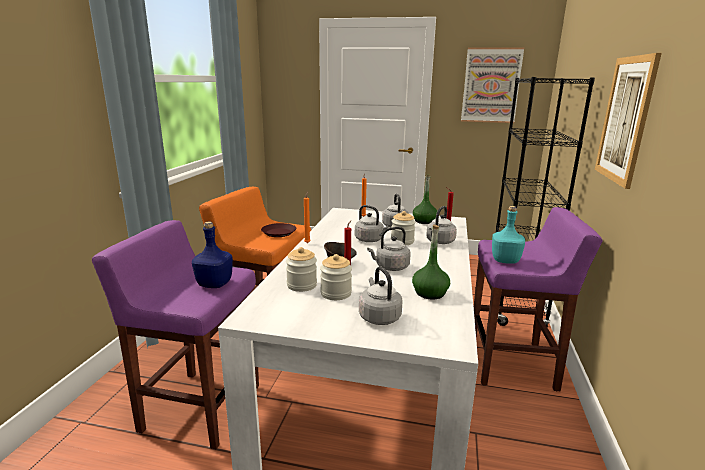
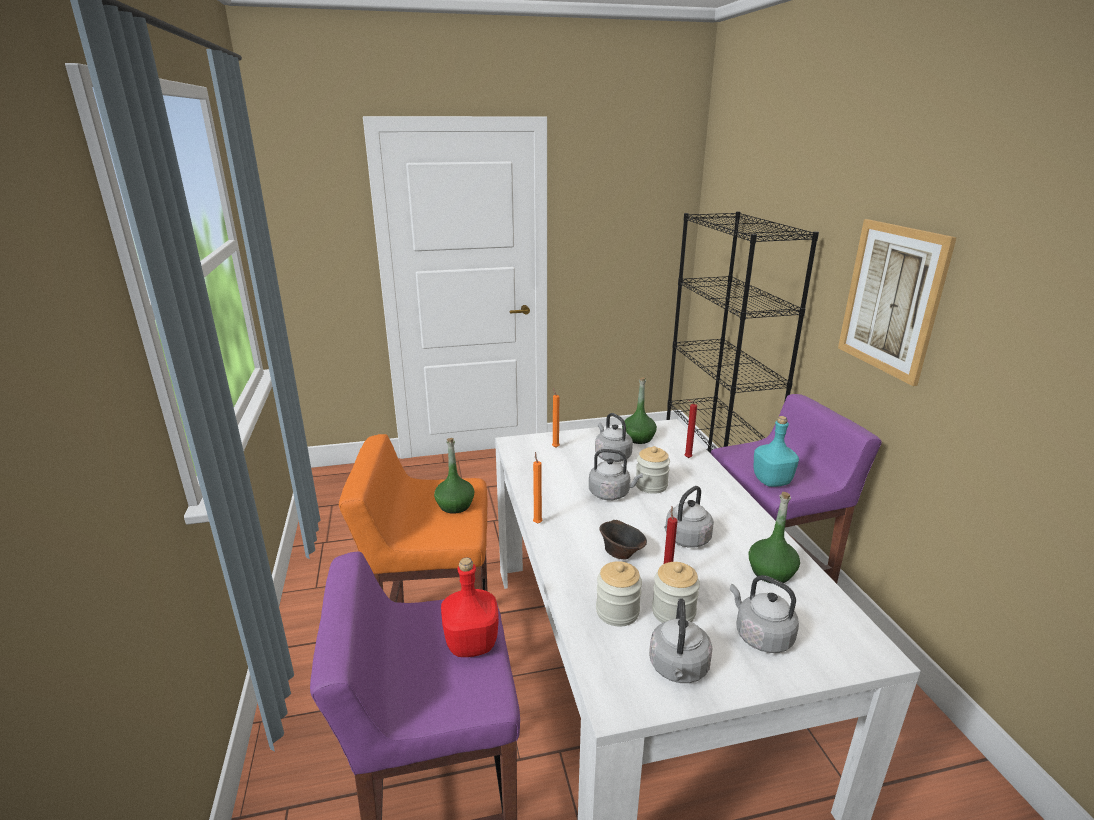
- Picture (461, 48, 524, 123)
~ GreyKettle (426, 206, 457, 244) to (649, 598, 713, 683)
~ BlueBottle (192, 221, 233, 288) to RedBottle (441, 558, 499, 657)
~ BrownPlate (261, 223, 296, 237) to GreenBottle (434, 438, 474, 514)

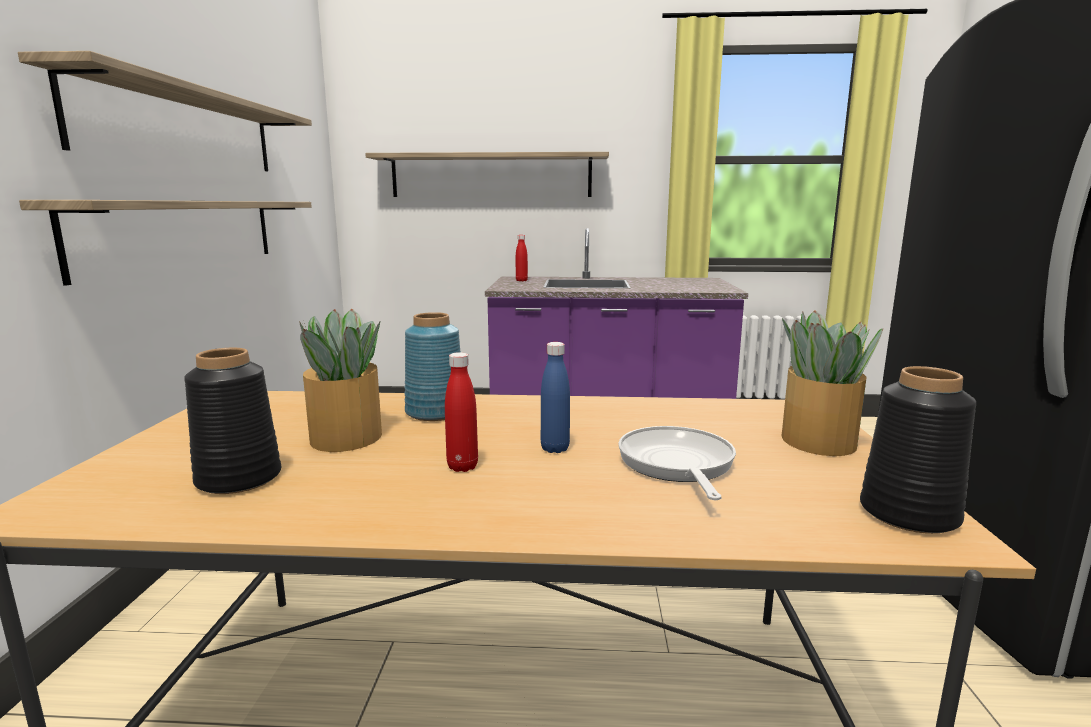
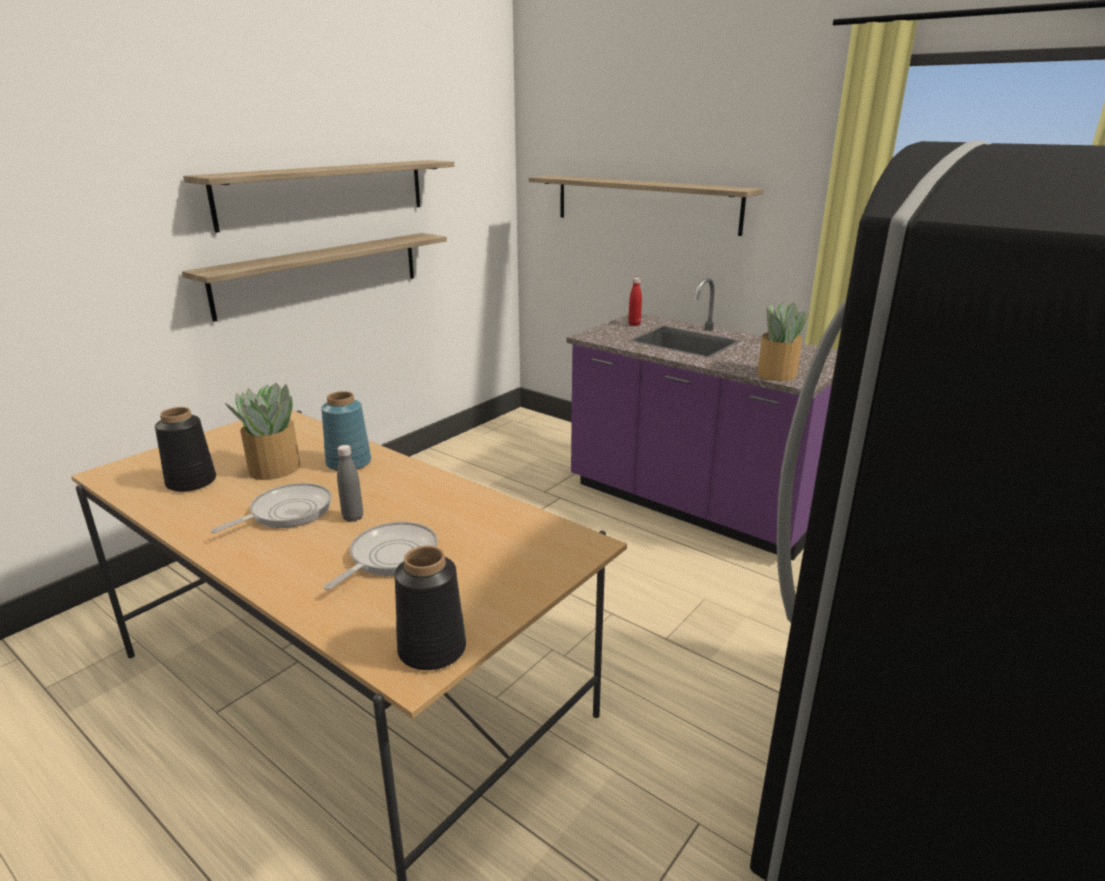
~ PottedPlant (782, 310, 883, 456) to (757, 302, 810, 381)
~ BlueBottle (541, 342, 570, 453) to GreyBottle (337, 445, 363, 522)
~ RedBottle (445, 352, 478, 472) to FryingPan (210, 483, 332, 533)

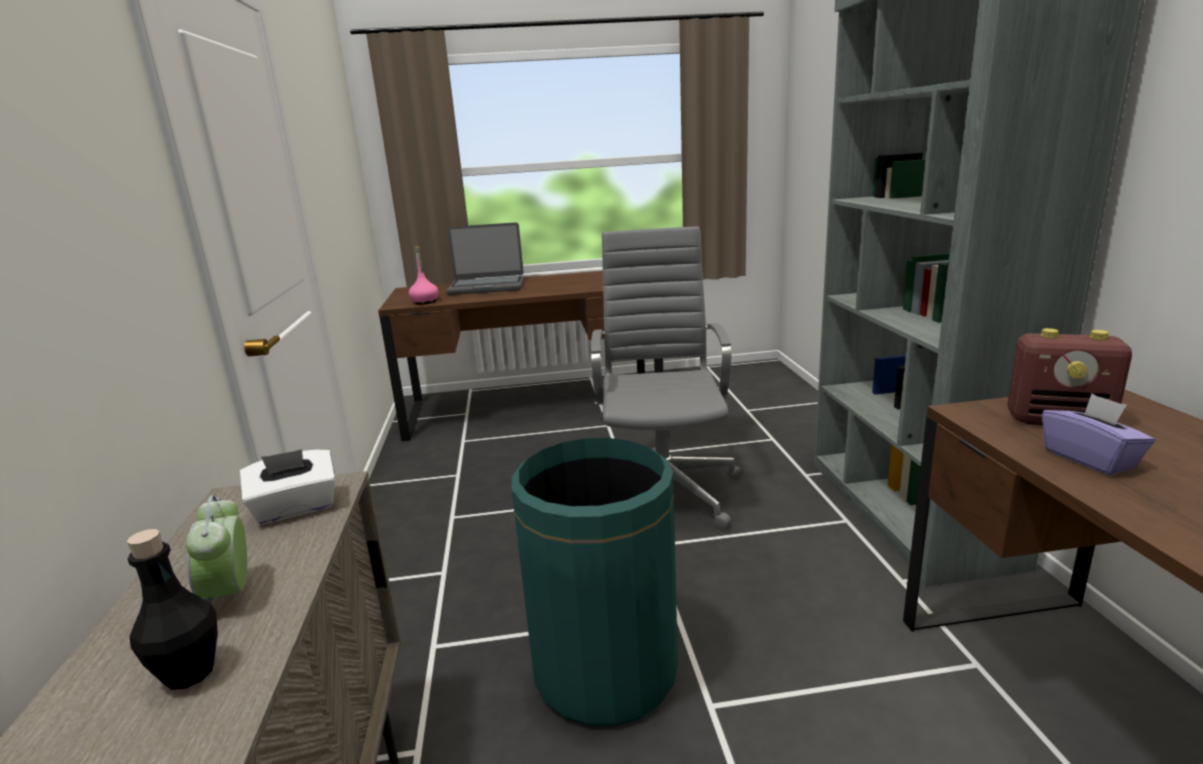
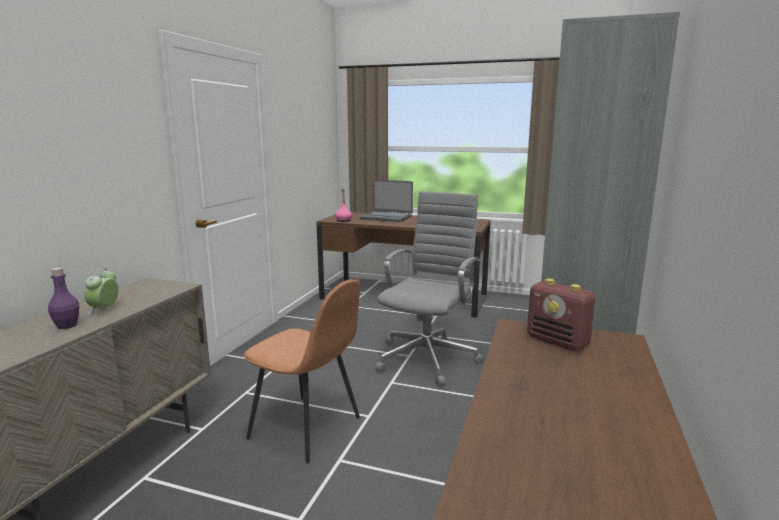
- PurpleTissueBox (1042, 394, 1155, 475)
~ GreenTrashCan (512, 438, 678, 727) to BrownChair (244, 279, 360, 464)
- WhiteTissueBox (240, 449, 336, 525)
~ BlackBottle (127, 529, 218, 690) to PurpleBottle (48, 268, 79, 329)

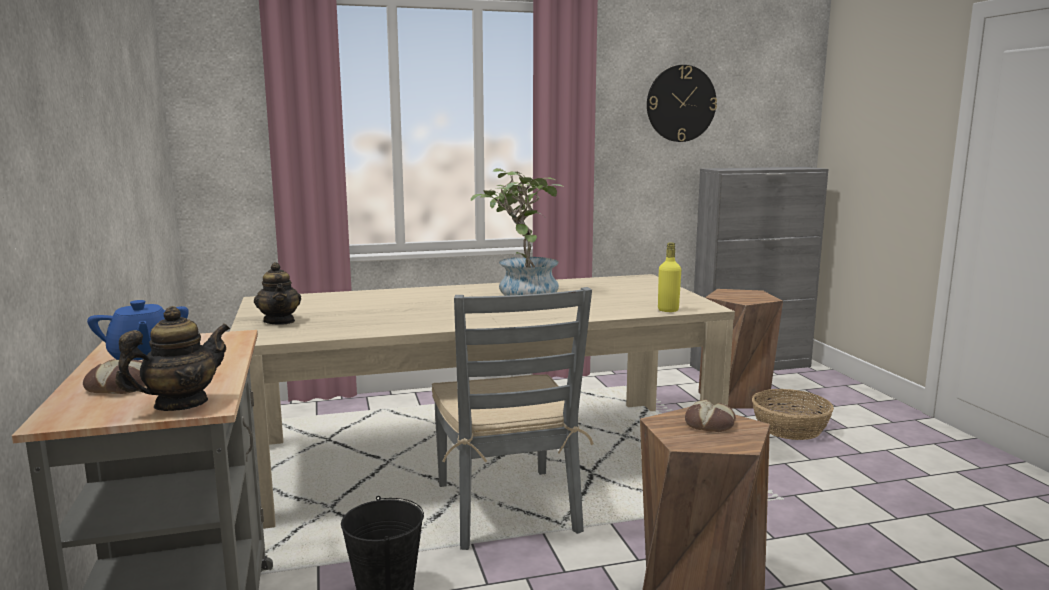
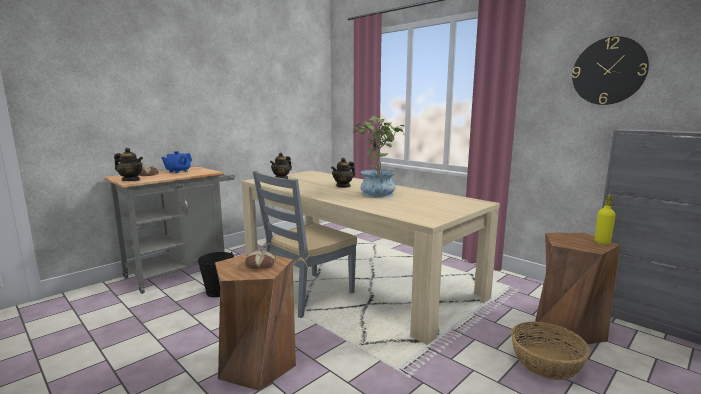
~ YellowBottle (658, 242, 681, 312) to (595, 195, 616, 244)
+ Teapot (331, 158, 355, 188)

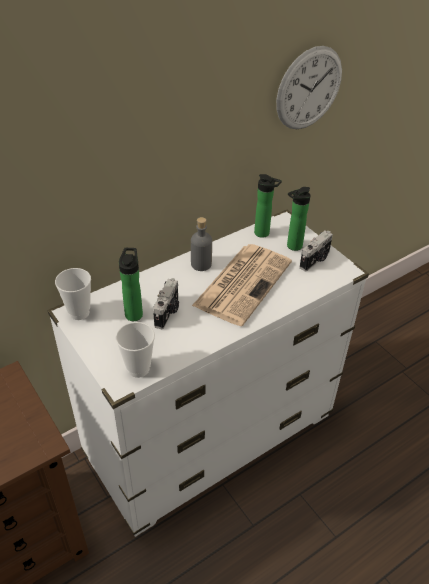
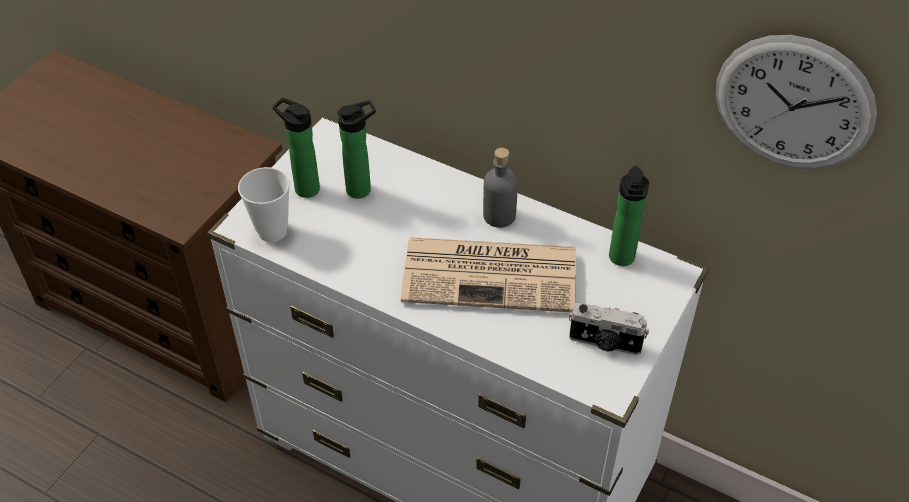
~ Bottle (287, 187, 310, 251) to (273, 98, 320, 198)
- Cup (55, 268, 91, 320)
- PhotoCamera (153, 278, 179, 329)

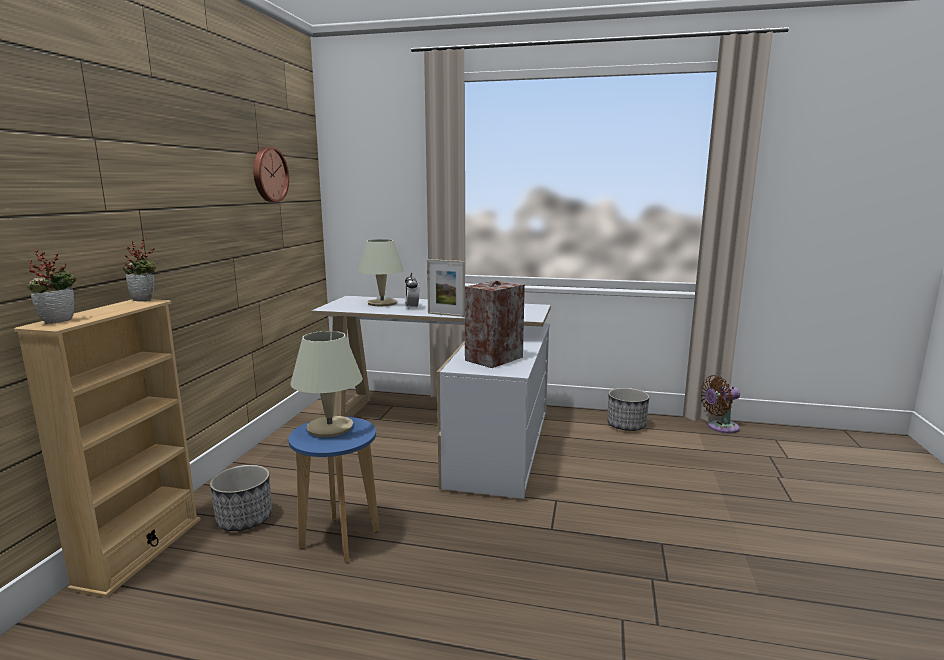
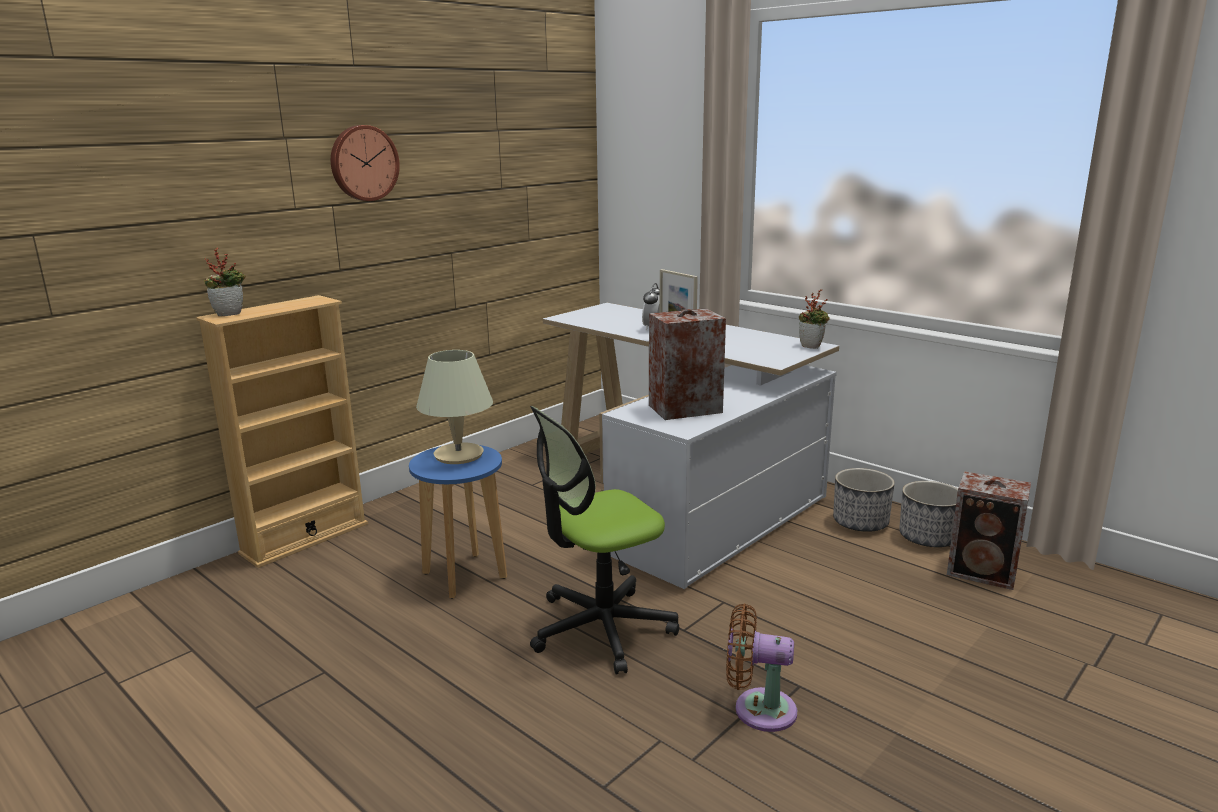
~ WallClock (253, 147, 289, 202) to (331, 125, 400, 201)
~ PottedPlant (123, 238, 157, 302) to (799, 289, 830, 349)
- BeigeTableLamp (358, 239, 404, 306)
~ BrownFan (701, 375, 740, 433) to (726, 604, 797, 732)
~ Planter (210, 465, 272, 531) to (833, 468, 895, 532)
+ OfficeChair (530, 406, 679, 675)
+ Speaker (947, 471, 1031, 590)

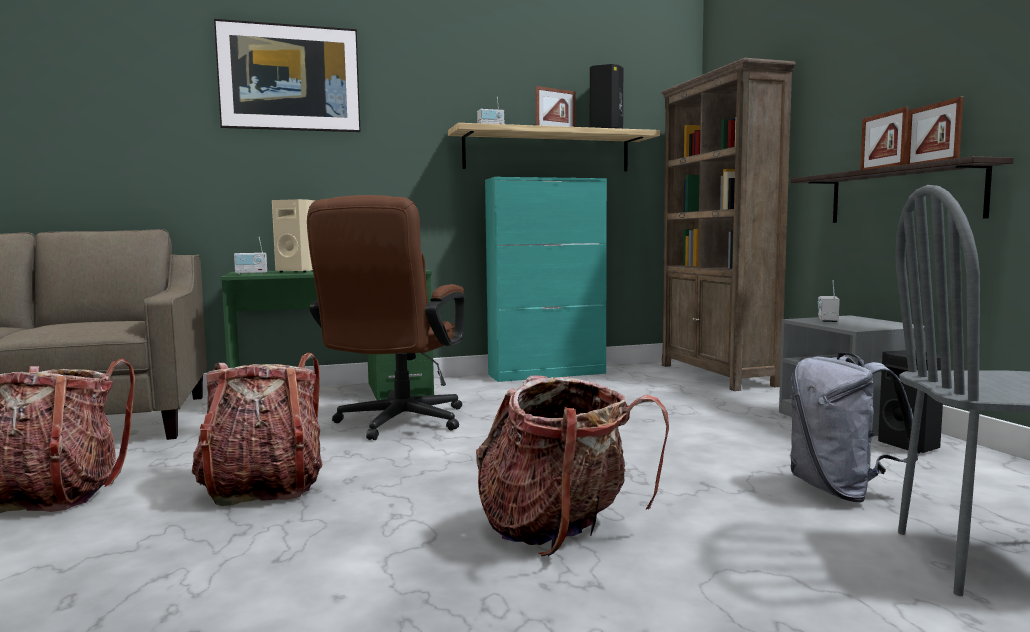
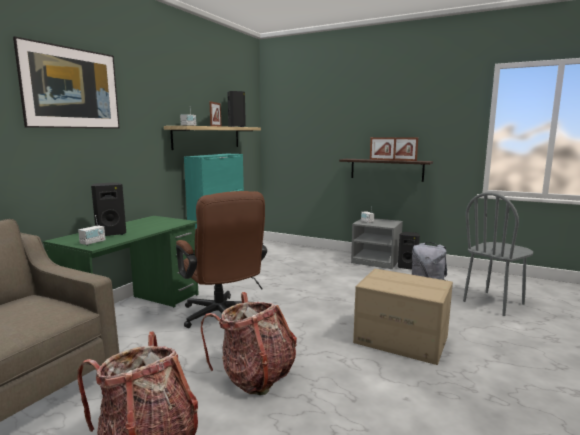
- BrownBookcase (661, 58, 796, 391)
~ BeigeSpeaker (272, 199, 315, 273) to BlackSpeaker (91, 183, 126, 236)
~ Backpack (476, 375, 669, 557) to CardboardBox (353, 269, 453, 365)

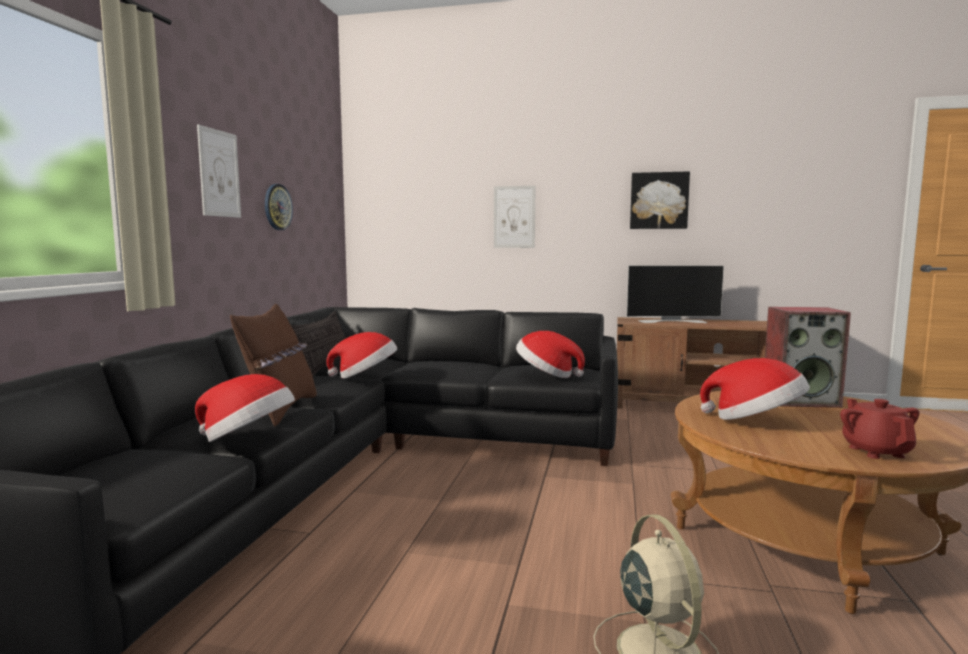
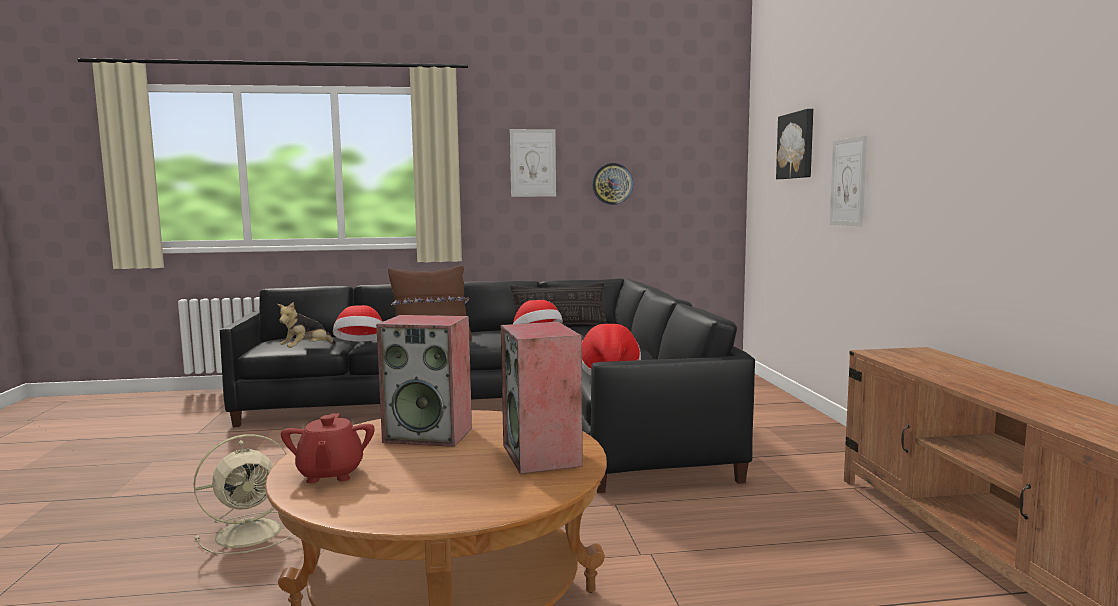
~ Picture (630, 171, 690, 229) to (776, 109, 813, 179)
- Television (627, 265, 724, 323)
~ Hat (700, 358, 810, 420) to Speaker (376, 315, 472, 447)
~ RedTeapot (840, 399, 919, 459) = (281, 413, 375, 483) 105 degrees clockwise
+ PlushToy (277, 302, 336, 348)

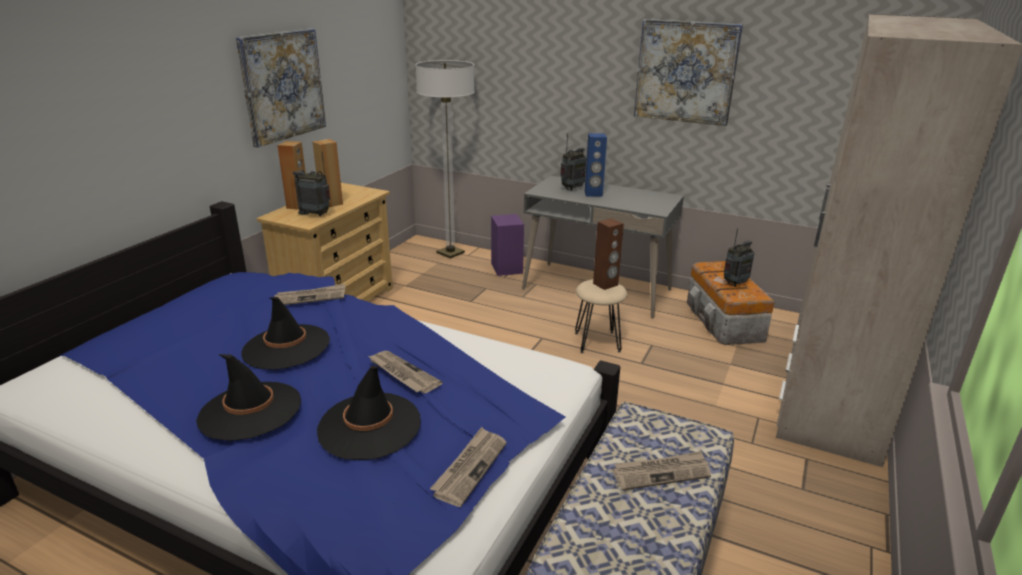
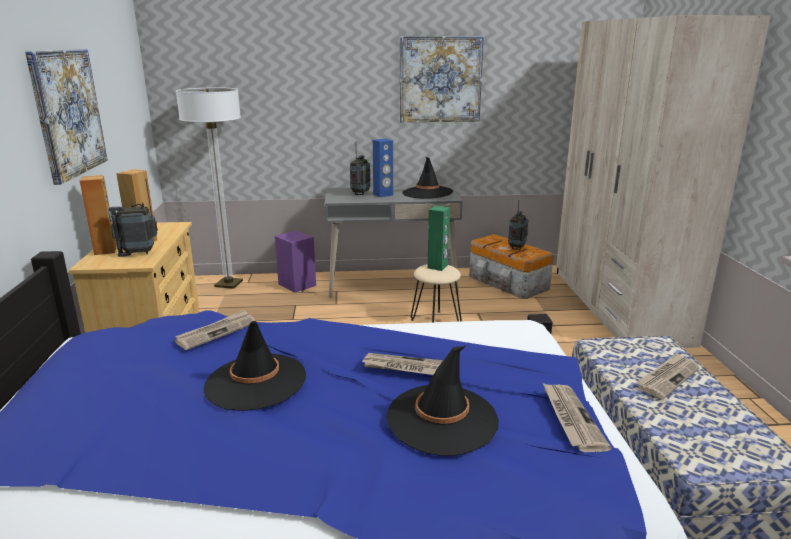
~ BrownSpeaker (593, 218, 624, 290) to GreenSpeaker (428, 206, 450, 271)
~ BlackHat (196, 354, 301, 441) to (402, 157, 453, 199)

